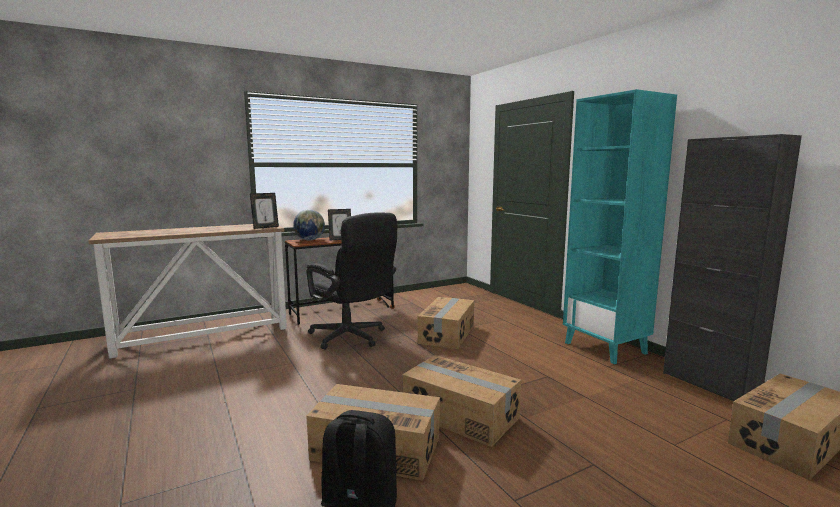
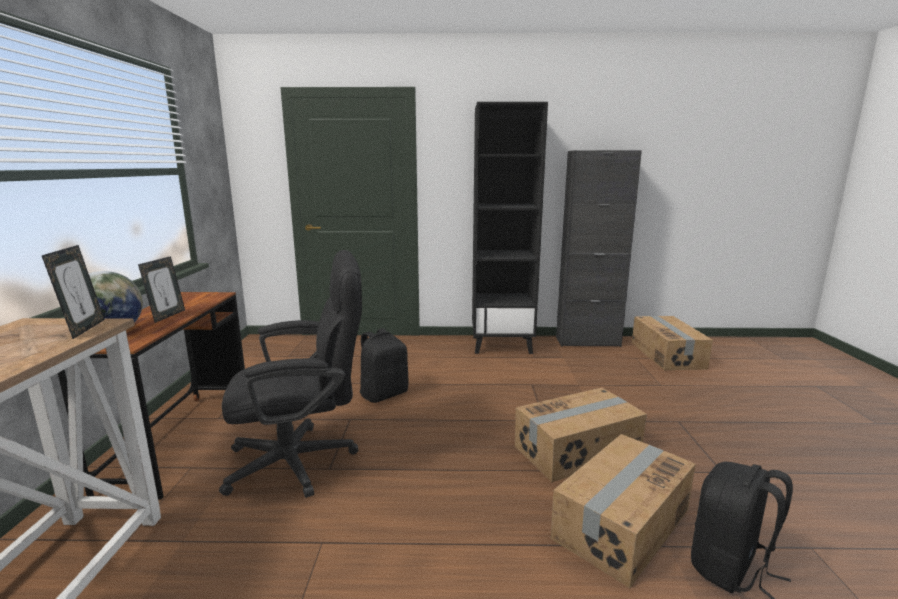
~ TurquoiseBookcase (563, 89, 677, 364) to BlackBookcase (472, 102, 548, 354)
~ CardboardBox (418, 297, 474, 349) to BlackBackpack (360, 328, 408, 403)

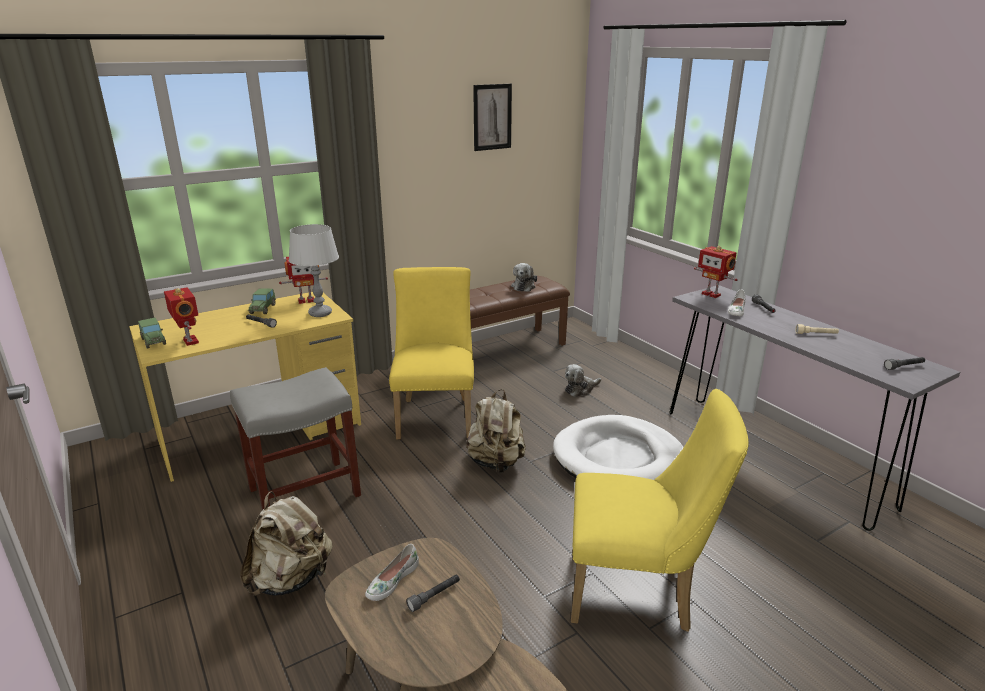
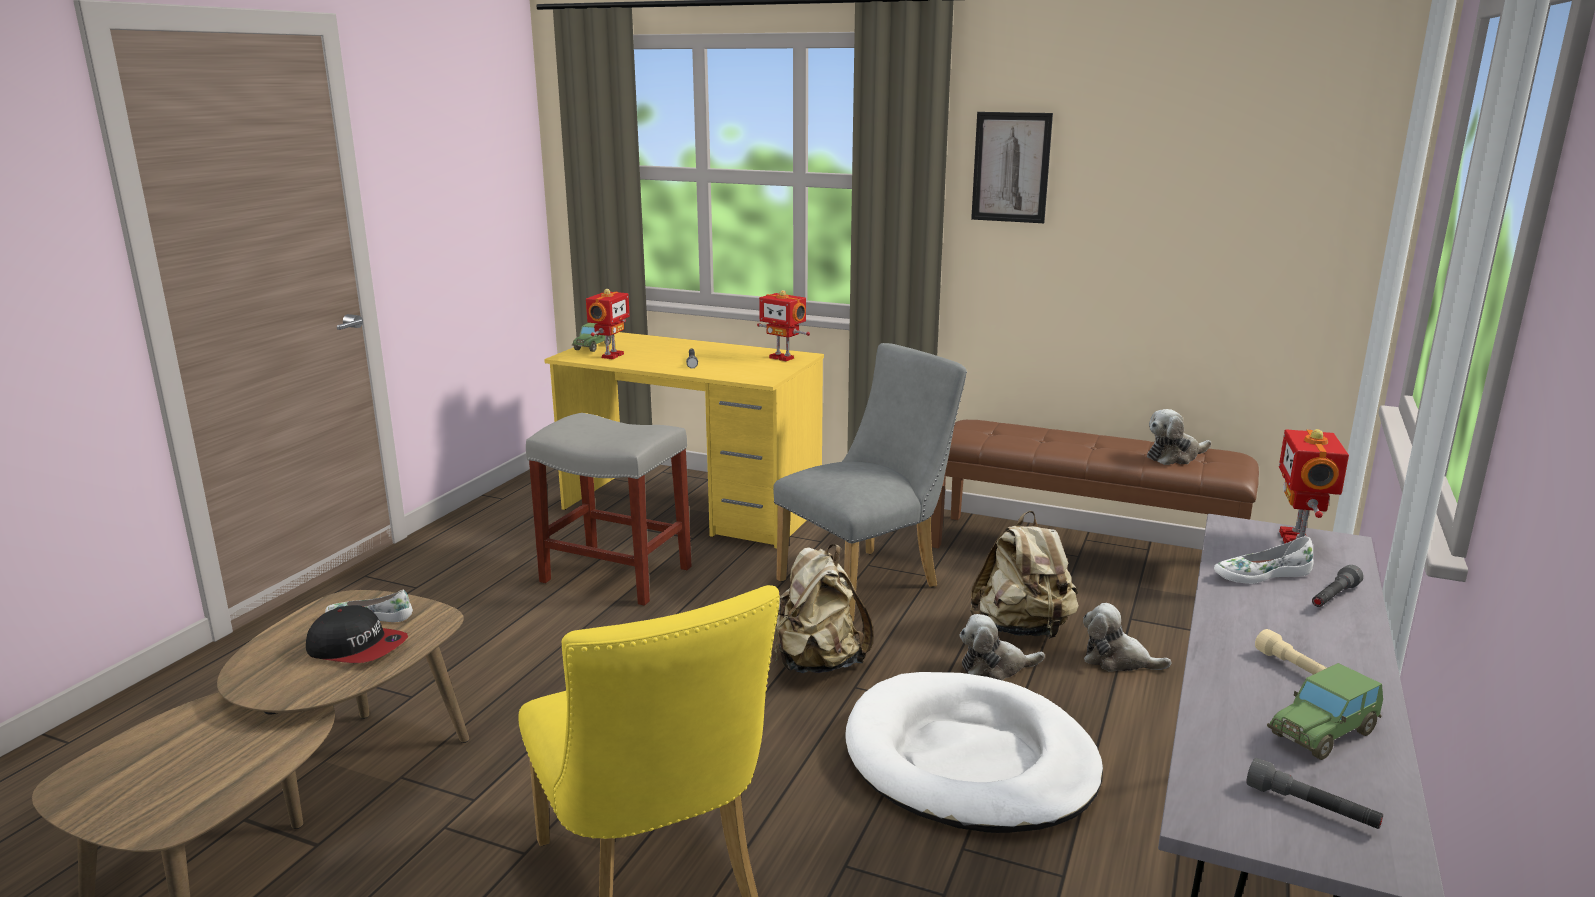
~ Picture (473, 84, 512, 151) to (971, 112, 1053, 223)
- GreyTableLamp (289, 224, 339, 317)
~ YellowChair (389, 267, 474, 440) to GreyChair (773, 343, 967, 622)
~ ToyCar (248, 288, 276, 314) to (1267, 663, 1383, 760)
~ BeigeBackpack (240, 492, 333, 596) to (970, 510, 1079, 639)
~ GreyFlashlight (406, 574, 460, 612) to Cap (306, 605, 408, 663)
+ PlushToy (960, 614, 1045, 681)

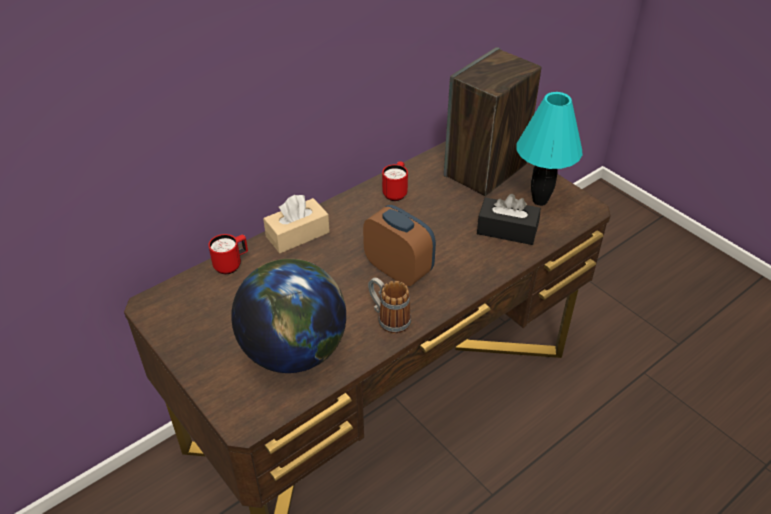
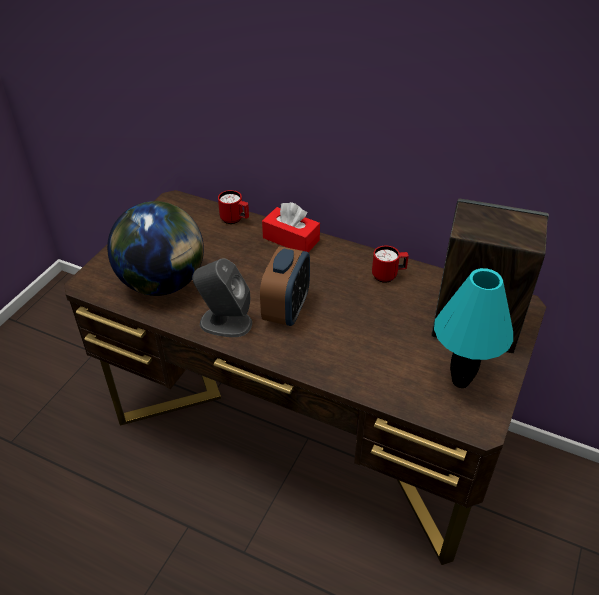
- BlackTissueBox (477, 194, 541, 245)
~ BeigeTissueBox (263, 195, 330, 253) to RedTissueBox (262, 202, 320, 252)
~ Mug (368, 277, 411, 334) to GreySpeaker (192, 258, 252, 337)

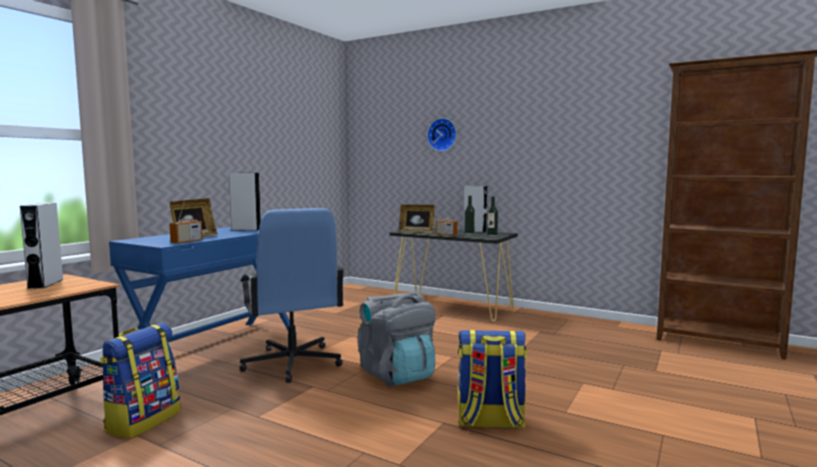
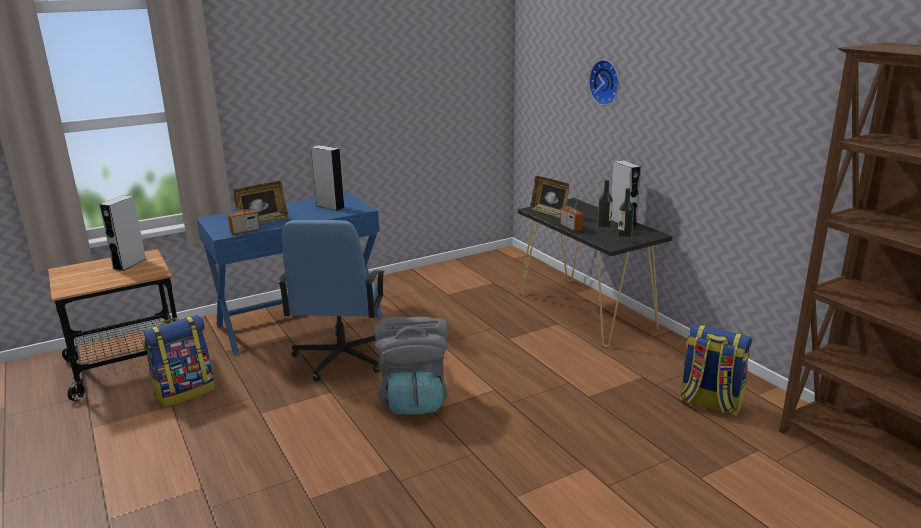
~ Backpack (458, 330, 527, 429) to (679, 323, 752, 416)

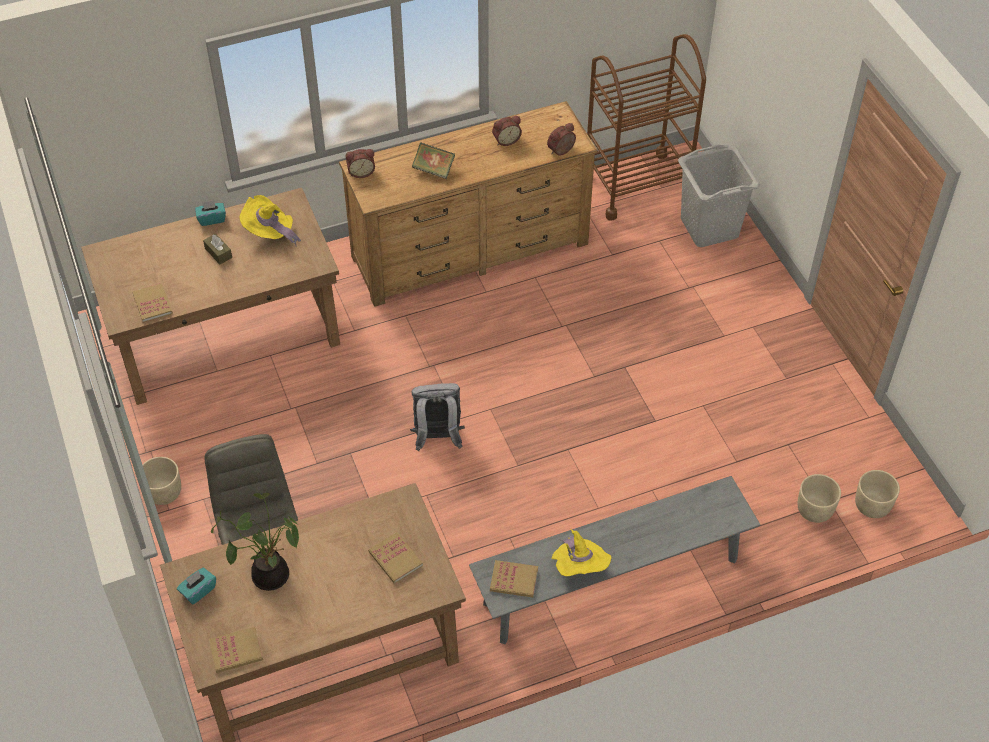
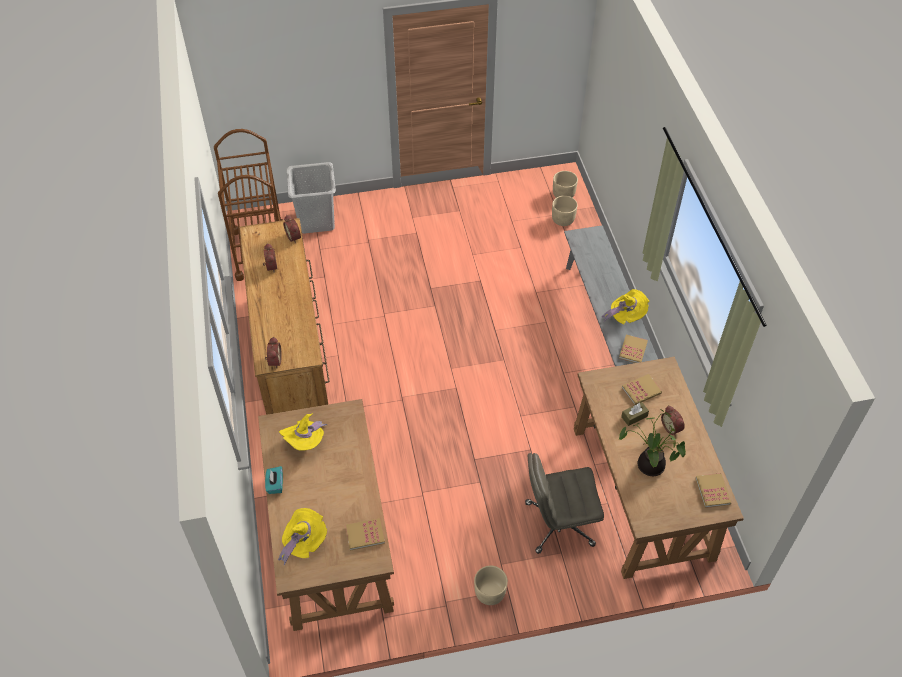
- Book (412, 143, 455, 179)
~ BrownTissueBox (203, 234, 232, 264) to (621, 402, 649, 426)
- GreyBackpack (410, 383, 465, 451)
- TurquoiseTissueBox (177, 567, 216, 605)
+ AlarmClock (661, 405, 685, 436)
+ YellowHat (278, 508, 327, 565)

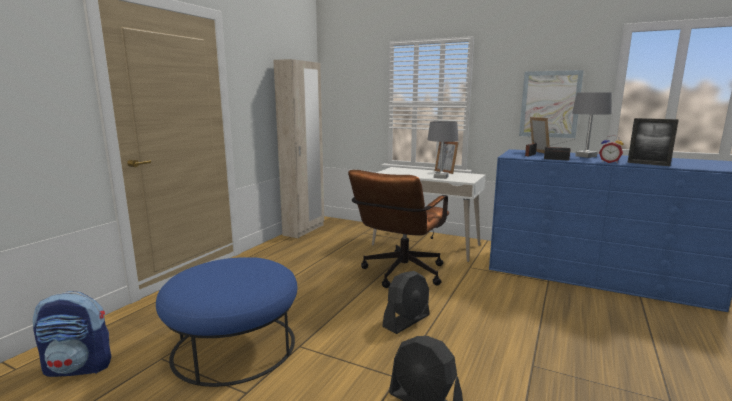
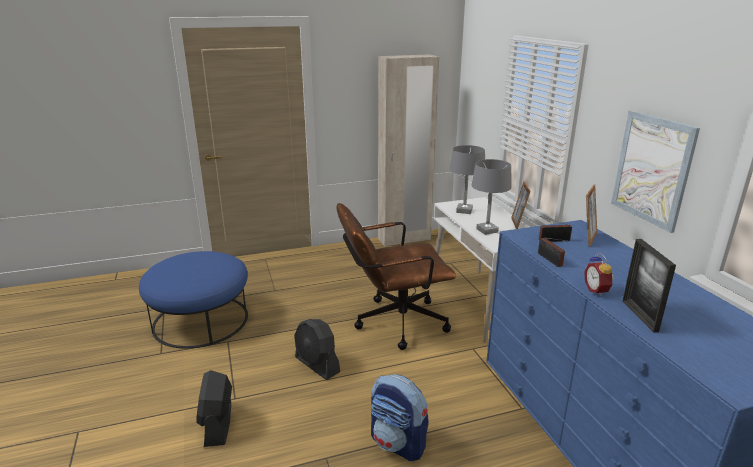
~ GreyTableLamp (572, 92, 612, 158) to (449, 145, 485, 214)
~ BlackFan (382, 271, 430, 334) = (295, 319, 340, 380) 45 degrees clockwise
~ Backpack (33, 291, 111, 377) to (371, 374, 429, 461)

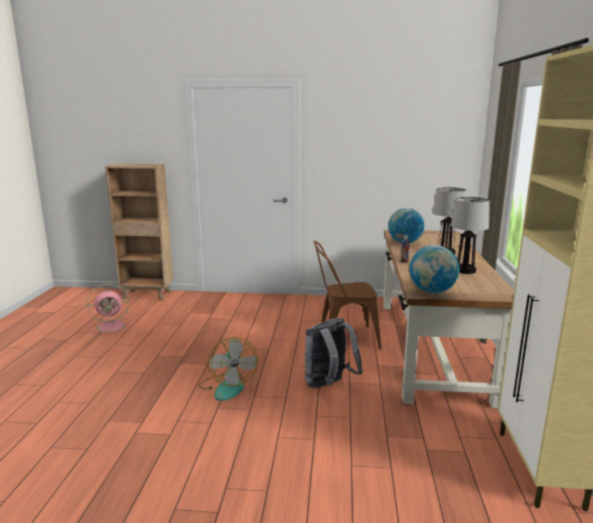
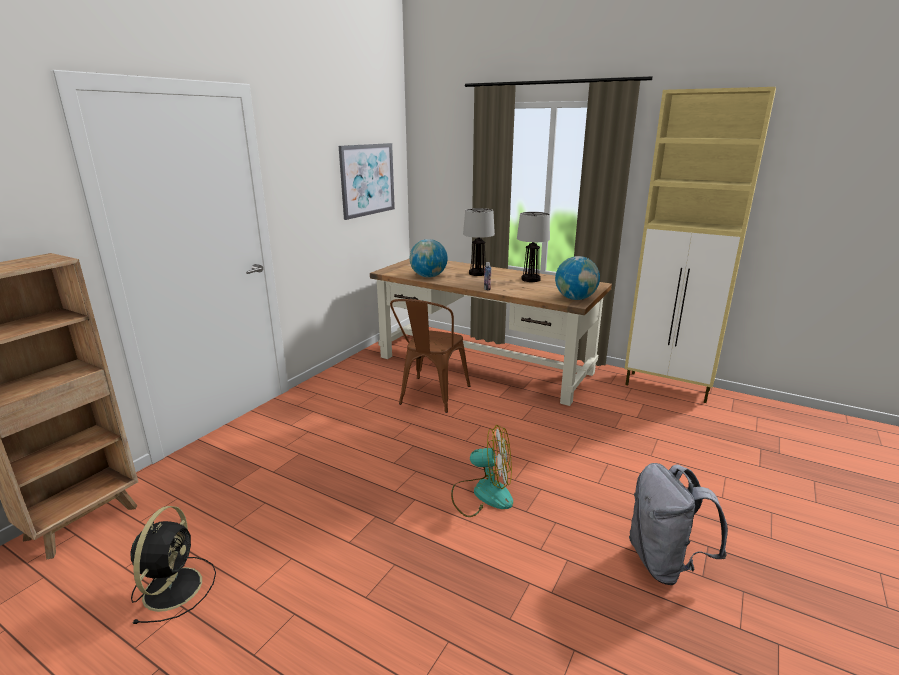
~ PinkFan (87, 284, 132, 335) to BlackFan (130, 506, 216, 624)
~ GreyBackpack (305, 318, 363, 388) to (629, 463, 728, 585)
+ Picture (339, 143, 395, 220)

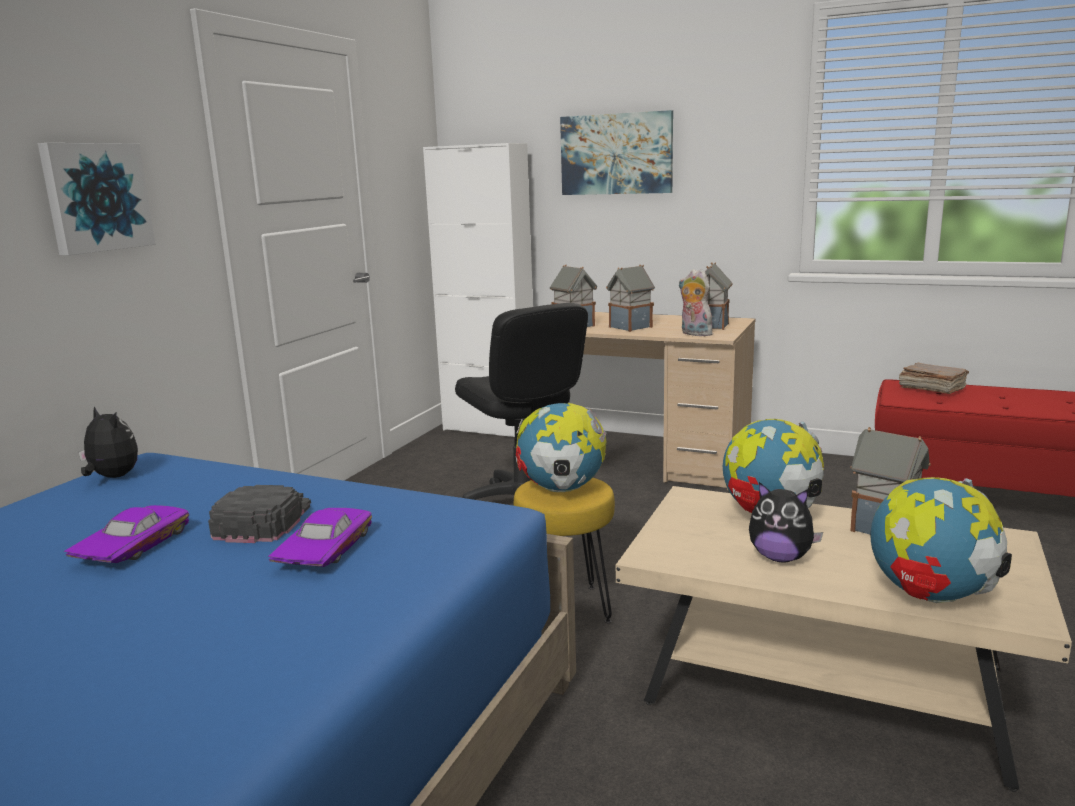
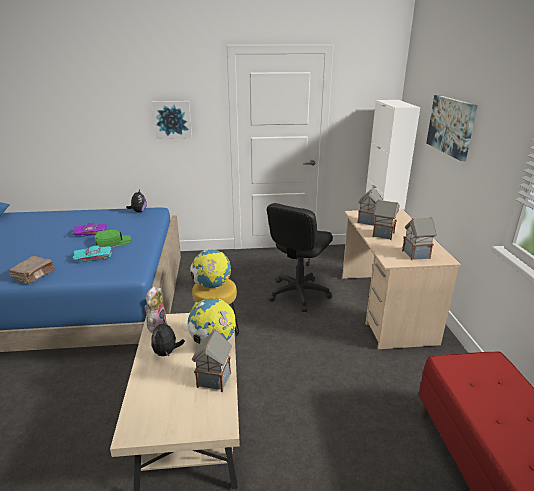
~ PlushToy (679, 269, 713, 337) to (144, 286, 168, 333)
~ BrownBook (899, 363, 969, 394) to (9, 256, 55, 283)
- Globe (871, 477, 1012, 603)
~ BlackCap (208, 485, 311, 543) to GreenCap (95, 230, 131, 247)
~ PurpleToyCar (268, 508, 372, 567) to TurquoiseToyCar (72, 245, 112, 262)

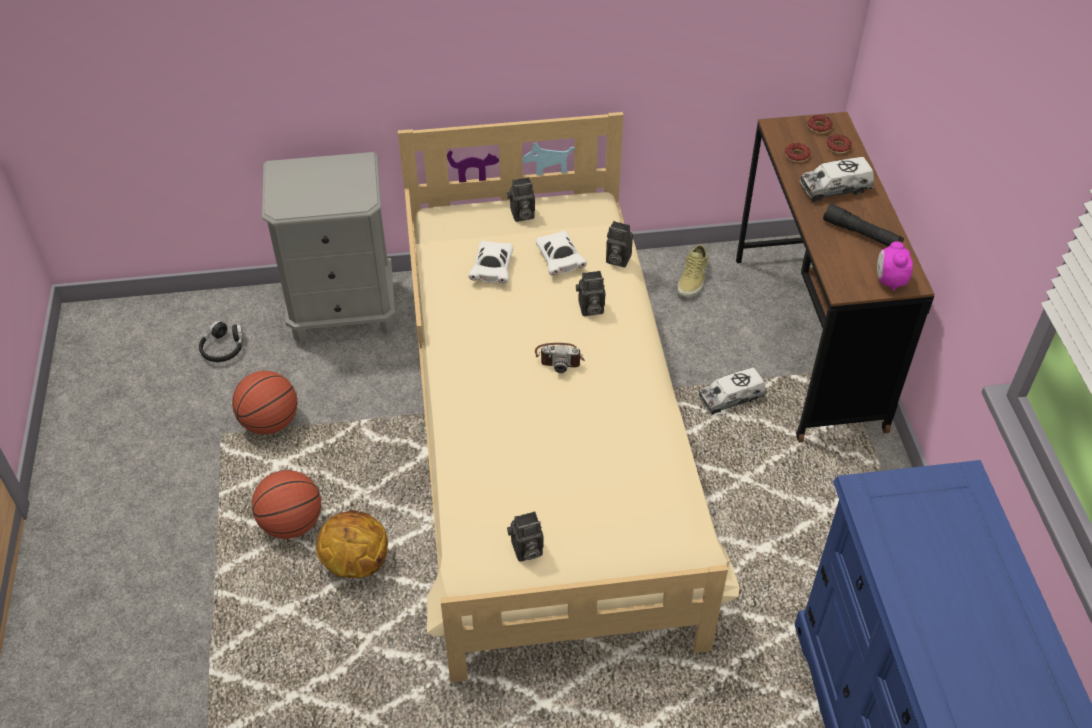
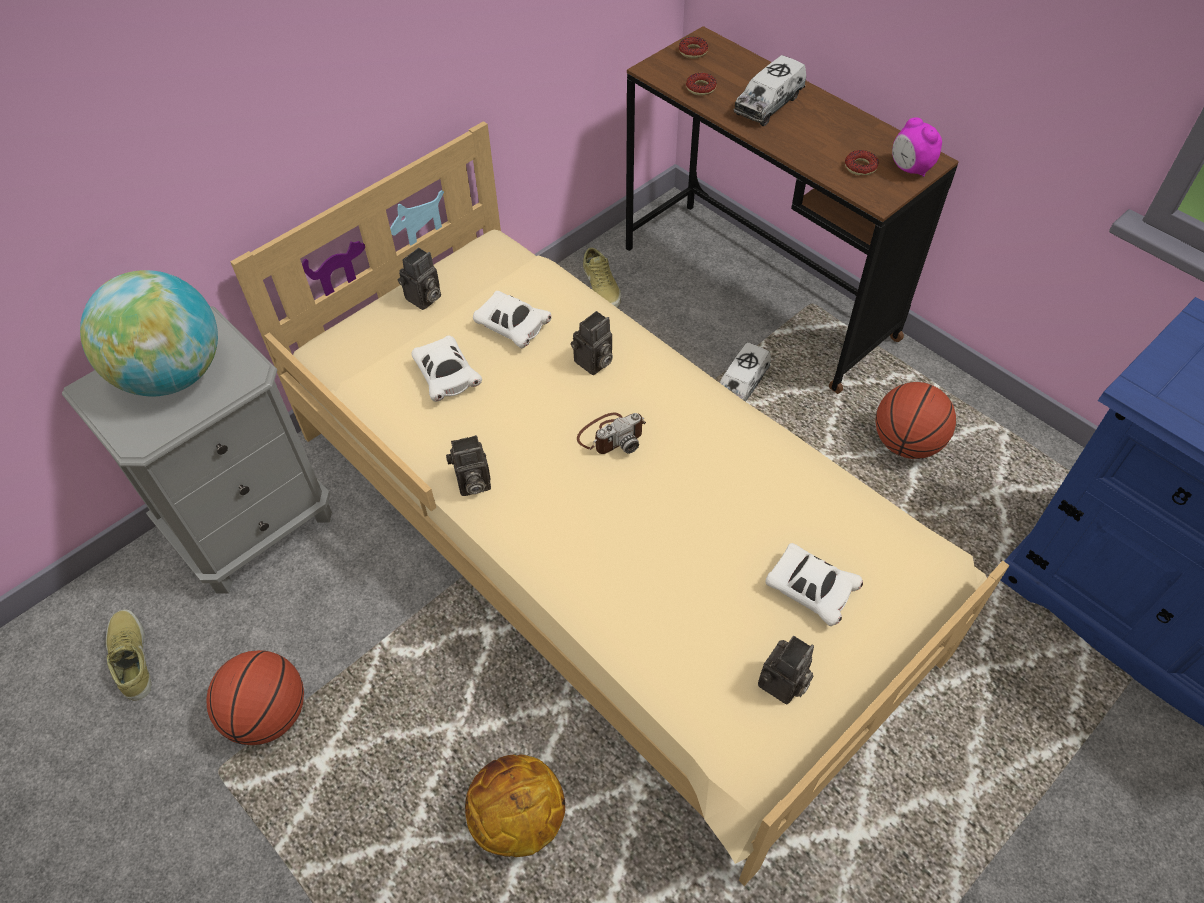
~ Donut (826, 135, 852, 154) to (845, 150, 879, 176)
- BlackFlashlight (823, 204, 904, 247)
~ PhotoCamera (606, 221, 633, 268) to (446, 435, 491, 496)
~ BlackHeadphones (199, 320, 244, 362) to BeigeShoe (106, 609, 151, 701)
~ Basketball (252, 470, 321, 539) to (875, 382, 956, 459)
+ Globe (80, 270, 218, 397)
+ WhiteToyCar (766, 543, 863, 626)

